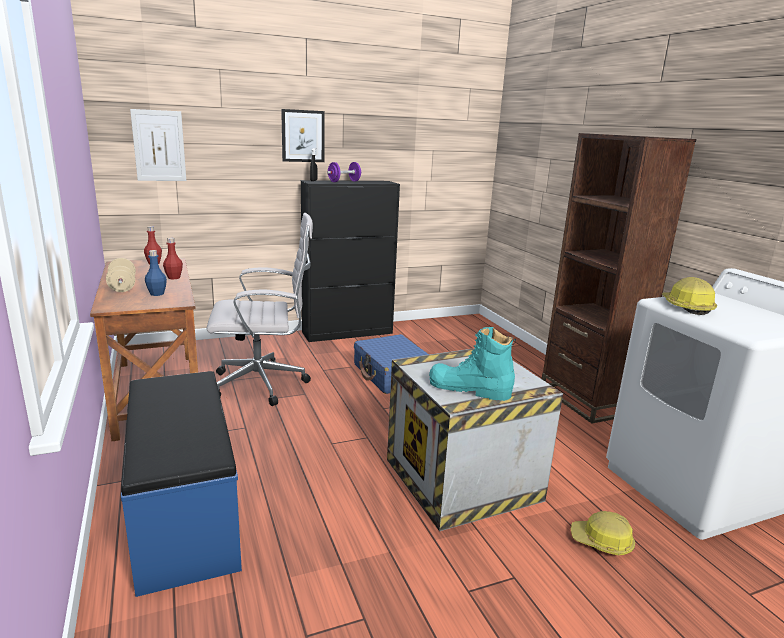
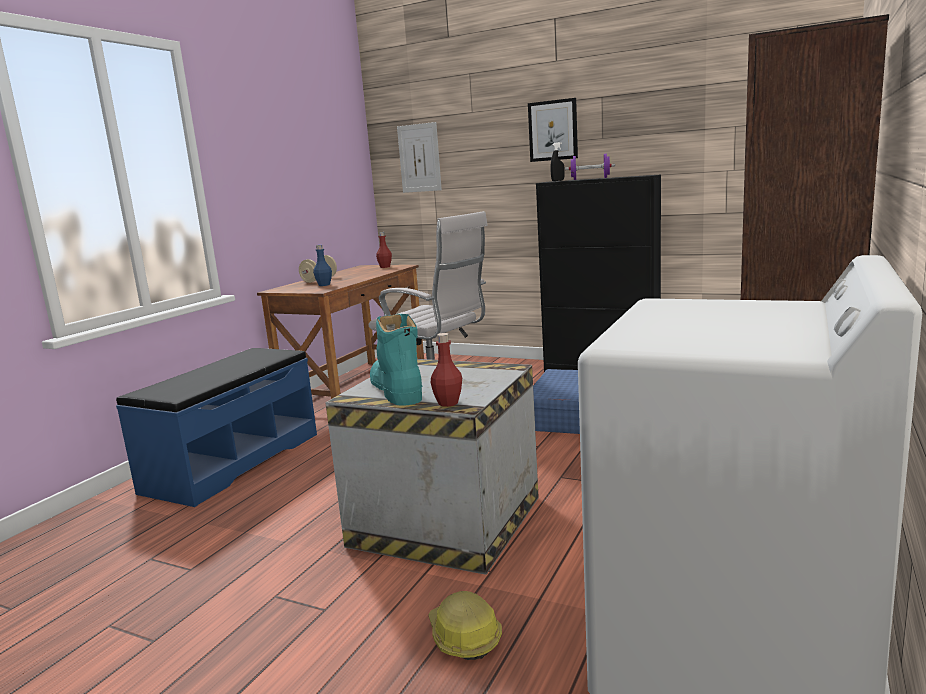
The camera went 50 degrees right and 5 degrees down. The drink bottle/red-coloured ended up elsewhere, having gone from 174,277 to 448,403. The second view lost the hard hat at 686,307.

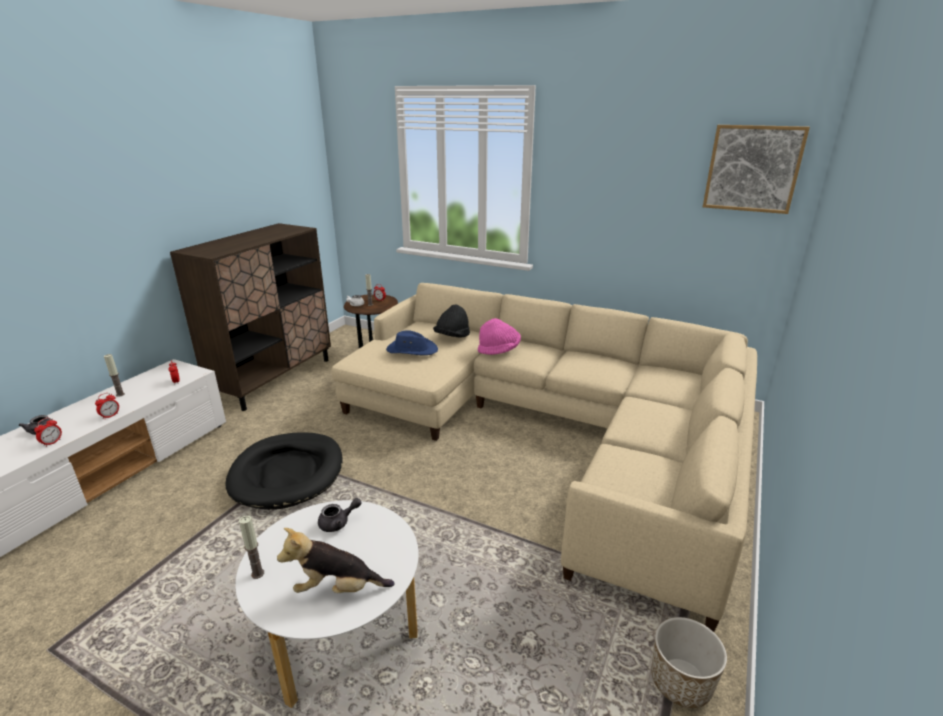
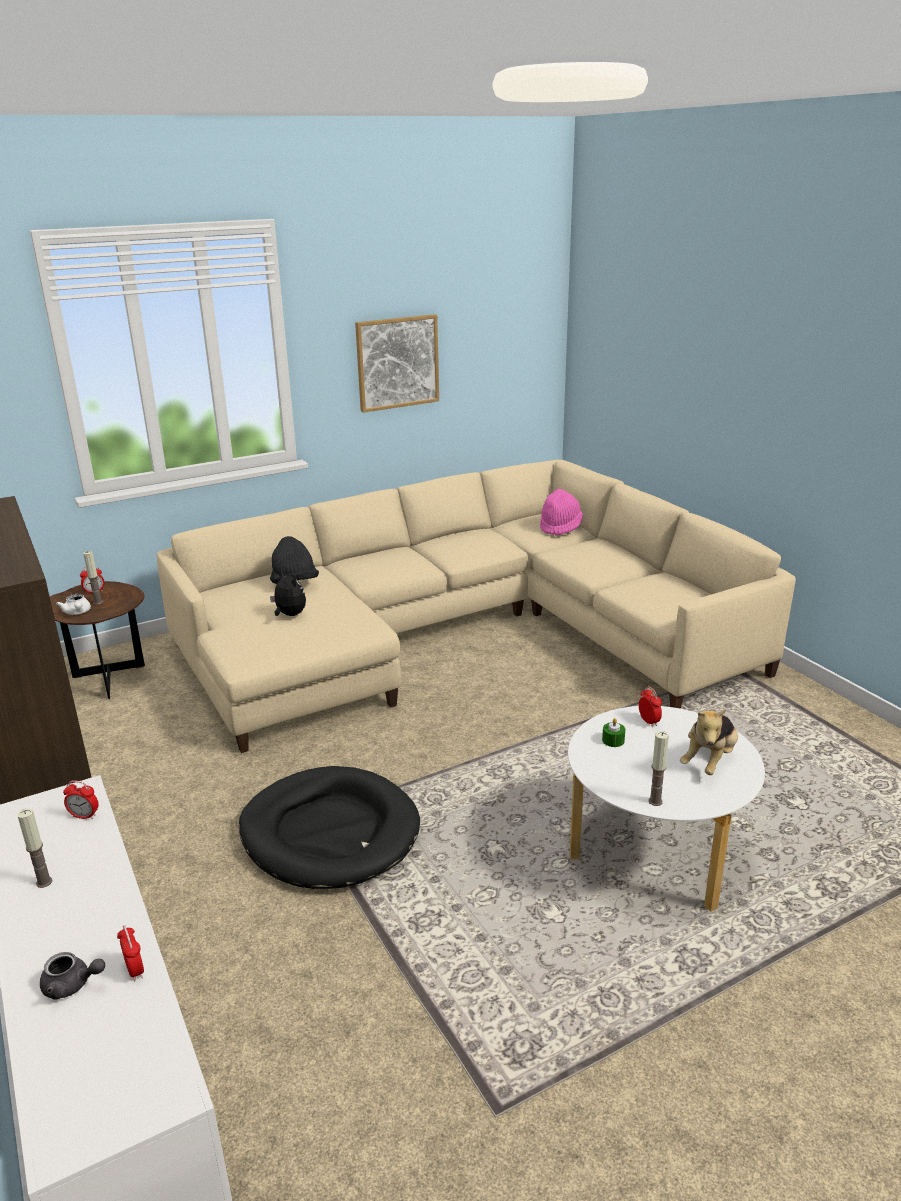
The camera went 55 degrees left and 0 degrees up. The wall art ended up elsewhere, having gone from 753,168 to 397,362. The wearable hat/pink ended up elsewhere, having gone from 499,350 to 560,527. Where the wearable hat/bluish stood at 411,350, the cuddly toy came to stand at 289,615. The alarm clock ended up elsewhere, having gone from 110,416 to 648,721. Where the teapot/greyish stood at 338,523, the wax candle/green-coloured came to stand at 613,740. The second view lost the plant pot at 680,682.

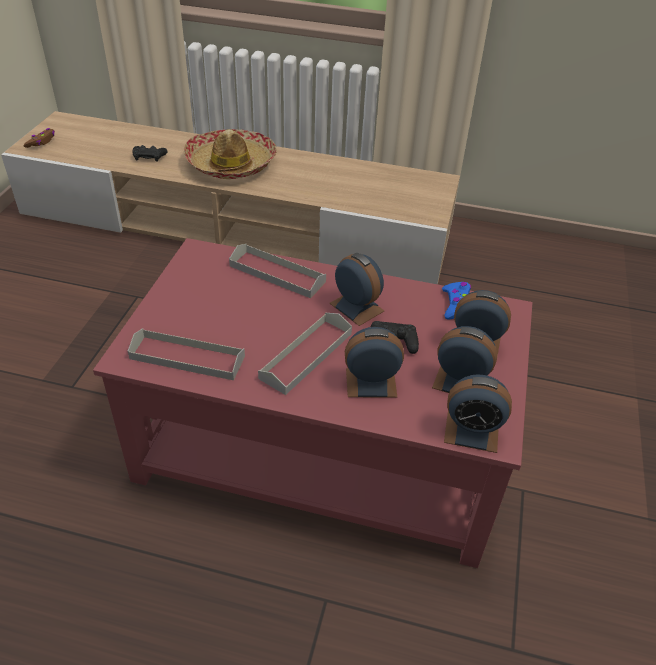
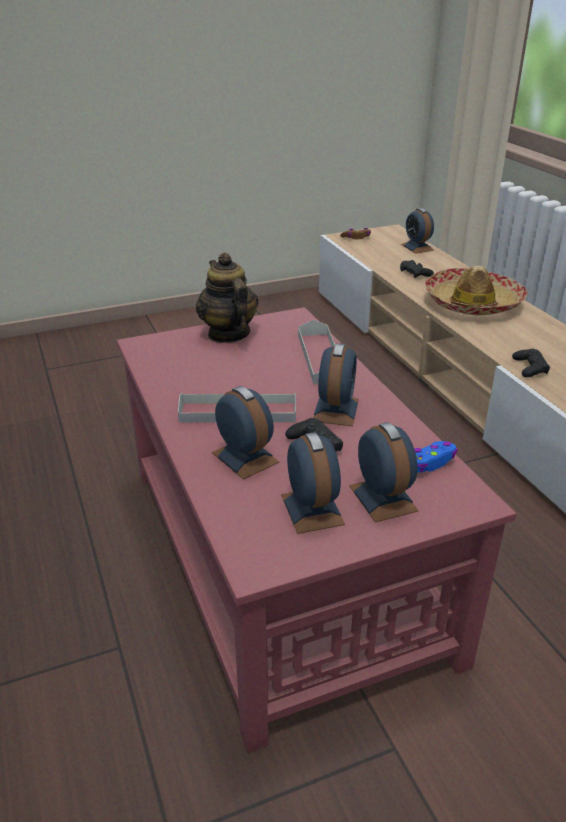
The camera went 55 degrees right and 10 degrees down. The second view lost the serving tray/greyish at 187,357. The alarm clock ended up elsewhere, having gone from 471,431 to 417,247. The second view gained the teapot at 228,334. The second view gained the gamepad/black at 530,368.

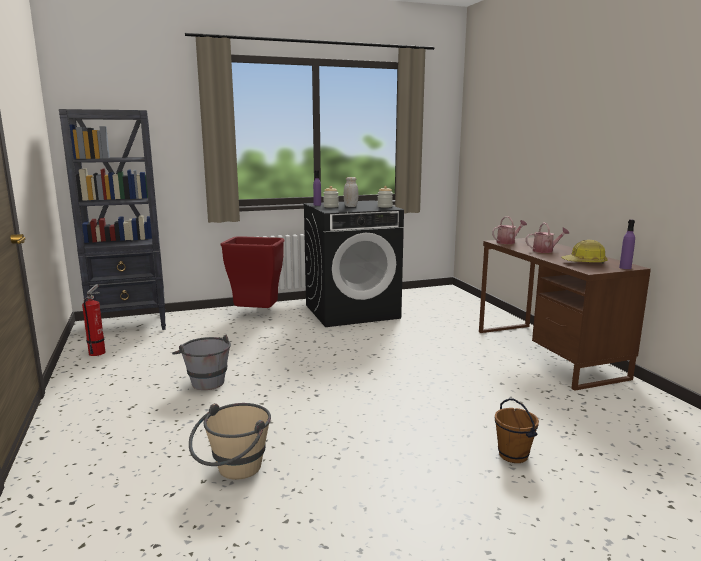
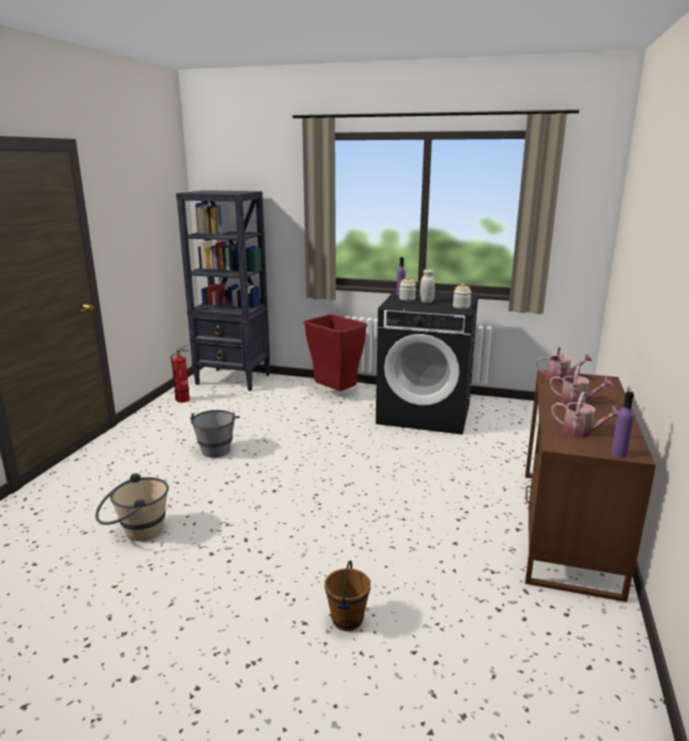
The camera went 35 degrees right and 5 degrees up. Where the hard hat stood at 584,263, the watering can came to stand at 582,432.

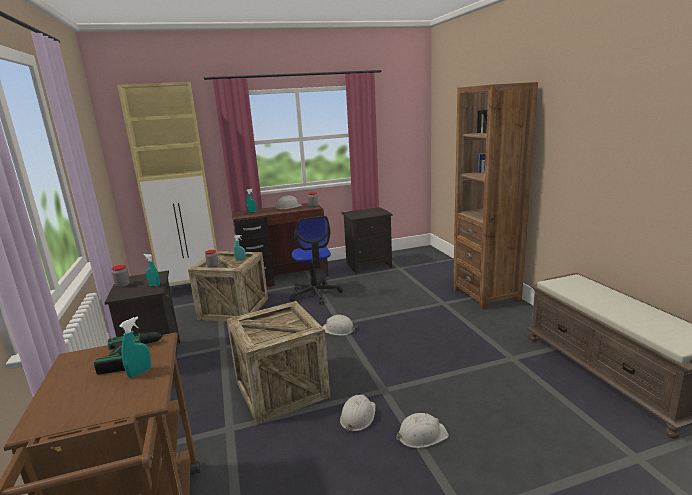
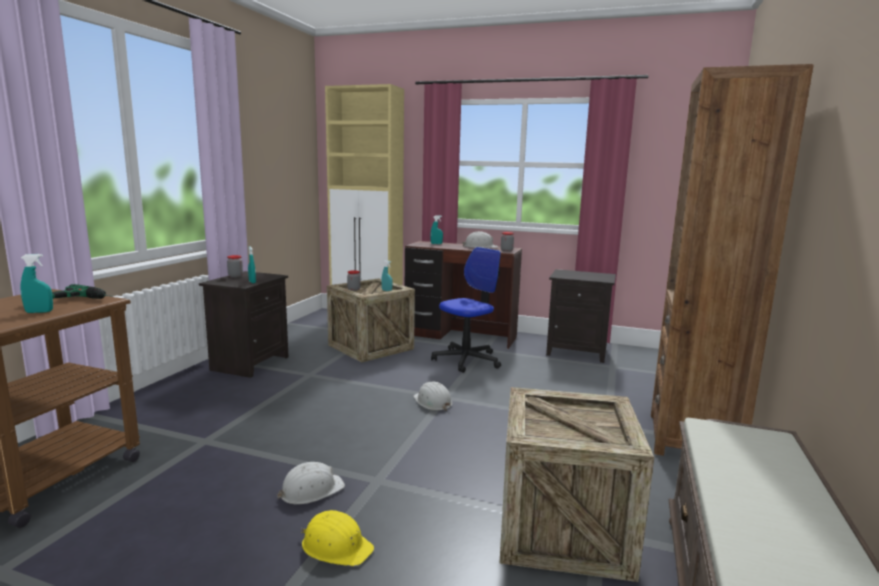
The camera went 35 degrees right and 5 degrees down. The computer chair at 315,294 ended up facing another way, 150 degrees counterclockwise from before. The packing crate ended up elsewhere, having gone from 281,389 to 563,528. What was the hard hat/white-coloured at 421,435 turned into the hard hat/yellowish at 336,546.

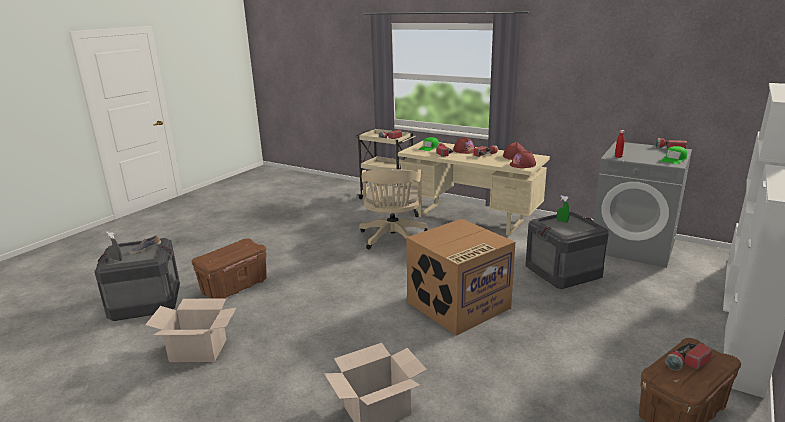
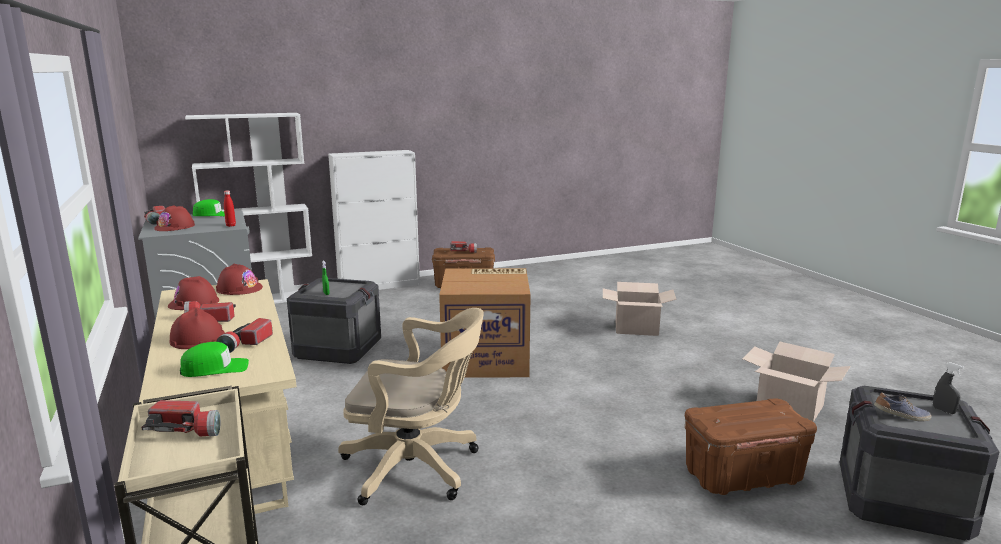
The camera went 145 degrees left and 5 degrees down. The computer chair/sand-coloured at 393,239 ended up facing another way, 60 degrees clockwise from before. The second view gained the hard hat/red-coloured at 175,227.

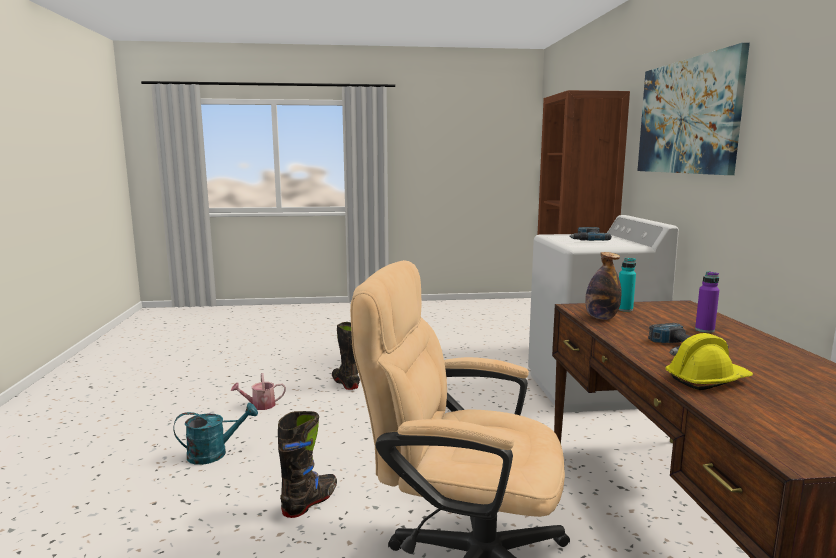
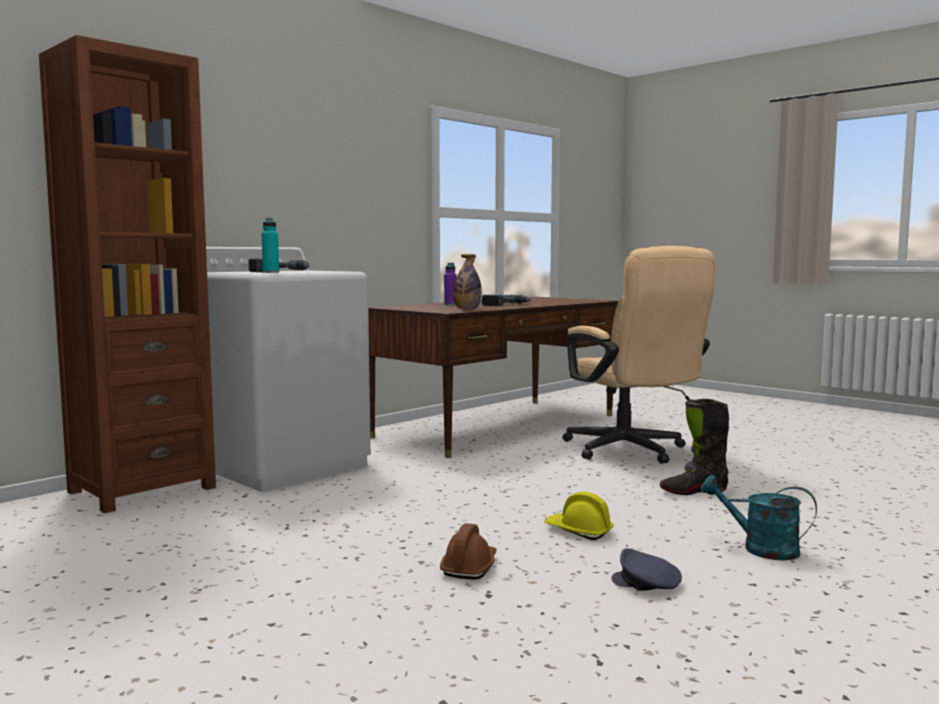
The camera went 130 degrees left and 5 degrees down. The second view lost the wall art at 687,117. The drink bottle/blue-green ended up elsewhere, having gone from 624,309 to 271,272. Where the boot/black stood at 345,383, the hard hat/brown-coloured came to stand at 469,567. The hard hat/yellowish ended up elsewhere, having gone from 707,380 to 578,531. Where the watering can stood at 260,405, the peaked cap/greyish came to stand at 646,584.

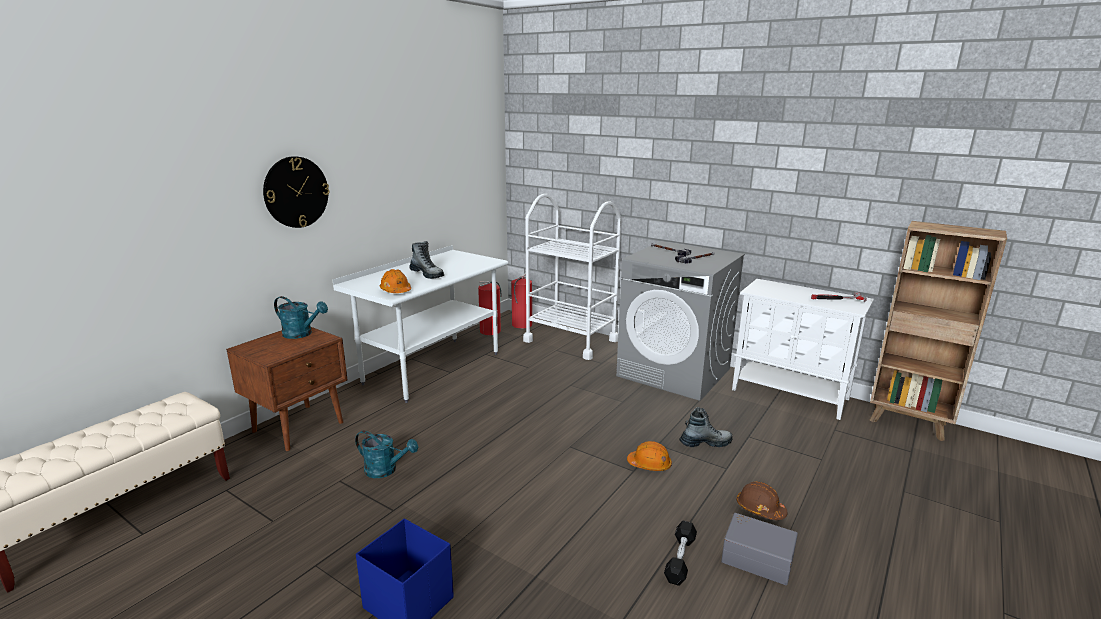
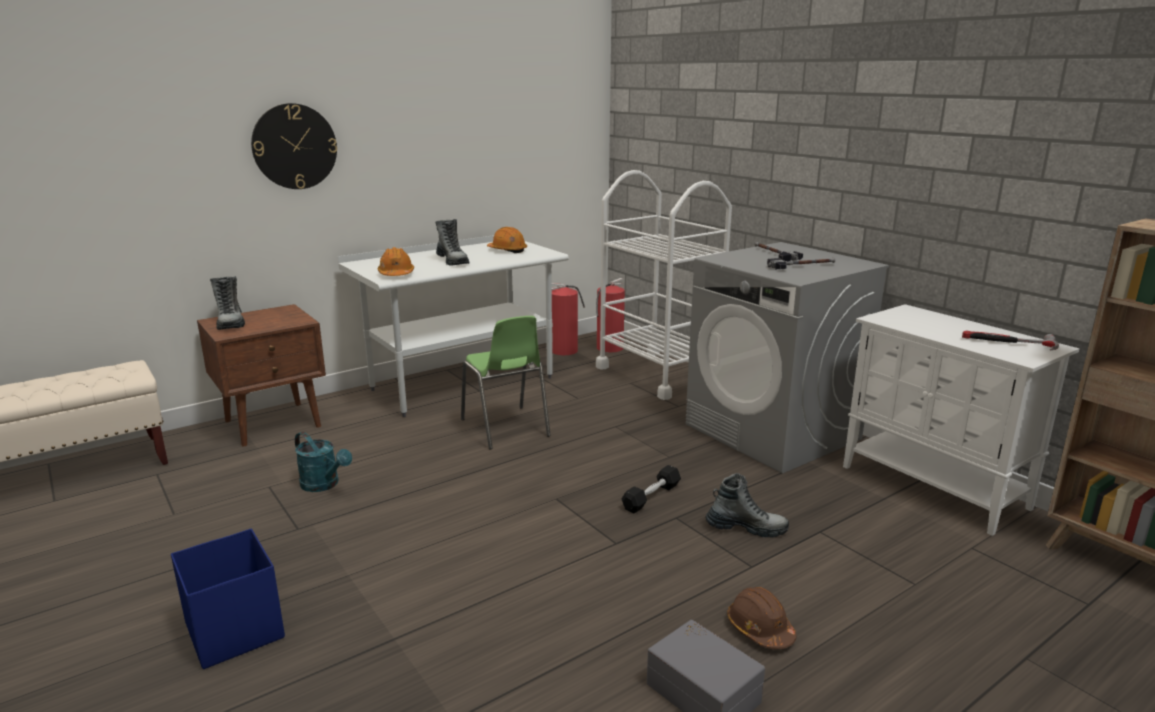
The camera went 20 degrees right and 0 degrees up. The second view lost the watering can/blue-green at 302,334. The hard hat/orange ended up elsewhere, having gone from 649,464 to 507,250. The free weight/black ended up elsewhere, having gone from 680,559 to 651,497. The second view gained the boot at 230,323. The second view gained the plain chair/green-coloured at 505,428.

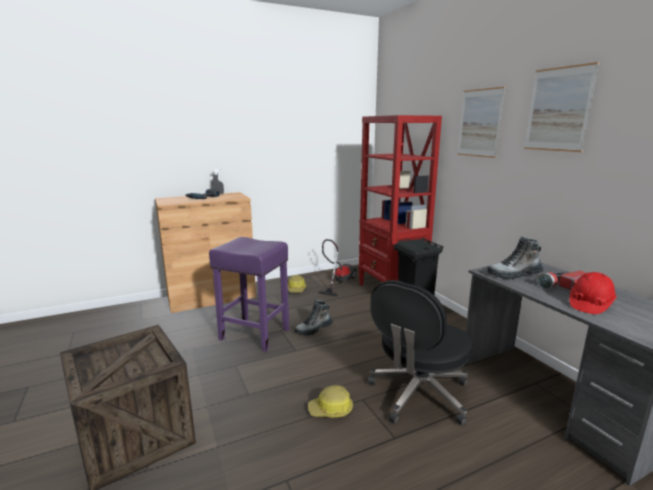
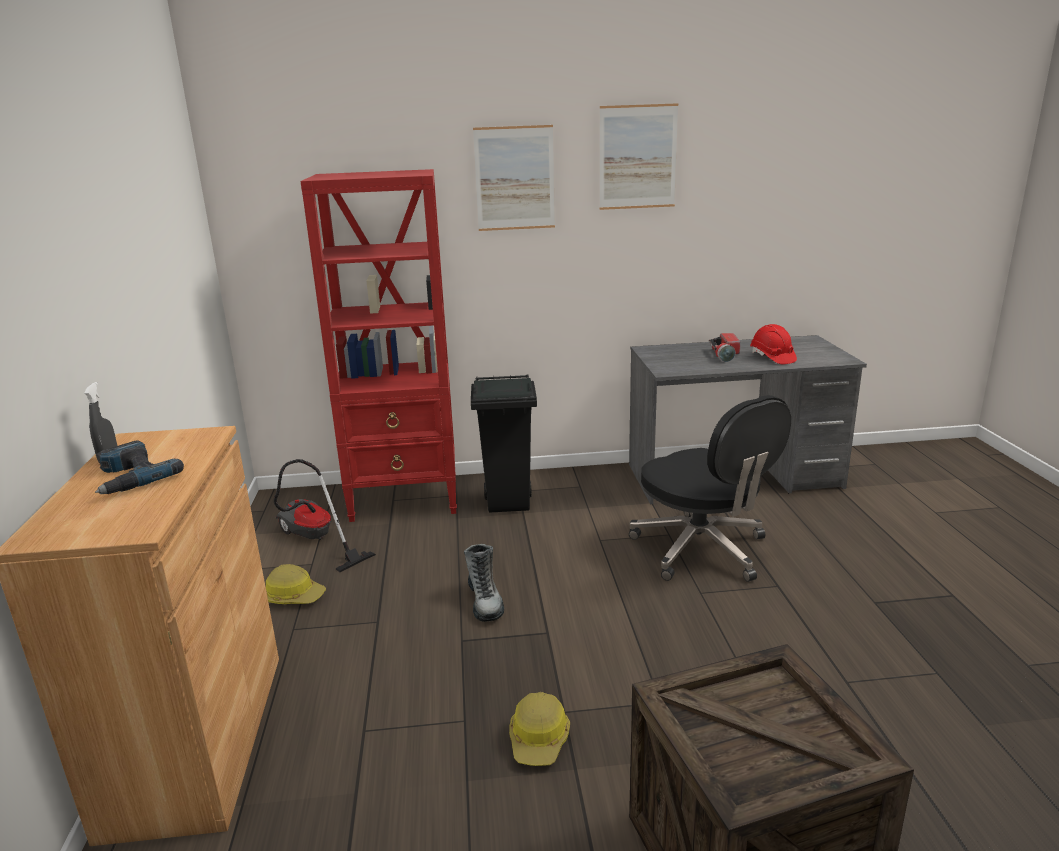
The camera went 70 degrees left and 5 degrees up. The second view lost the boot at 514,274. The second view lost the stool/purple at 253,334. The hard hat ended up elsewhere, having gone from 331,410 to 539,739.

